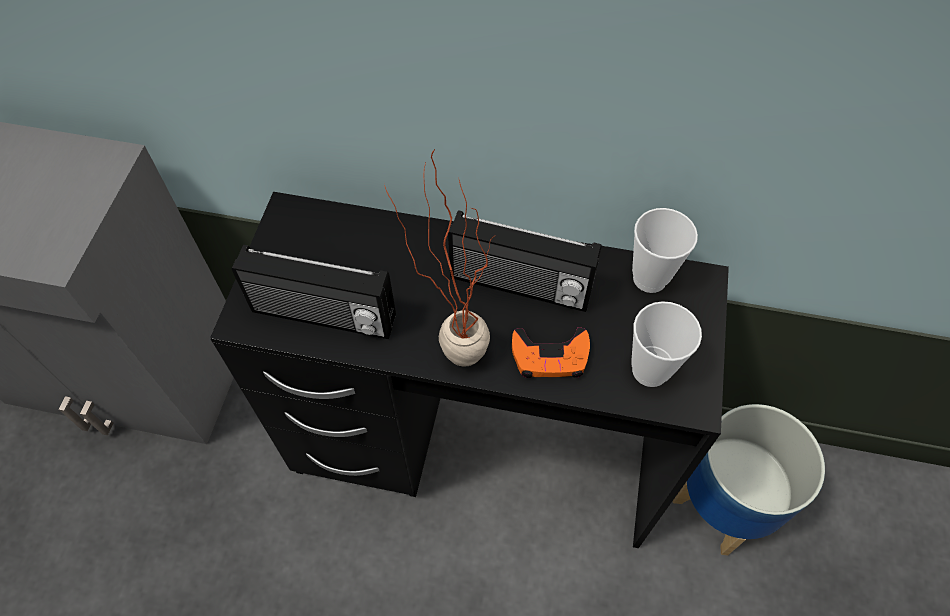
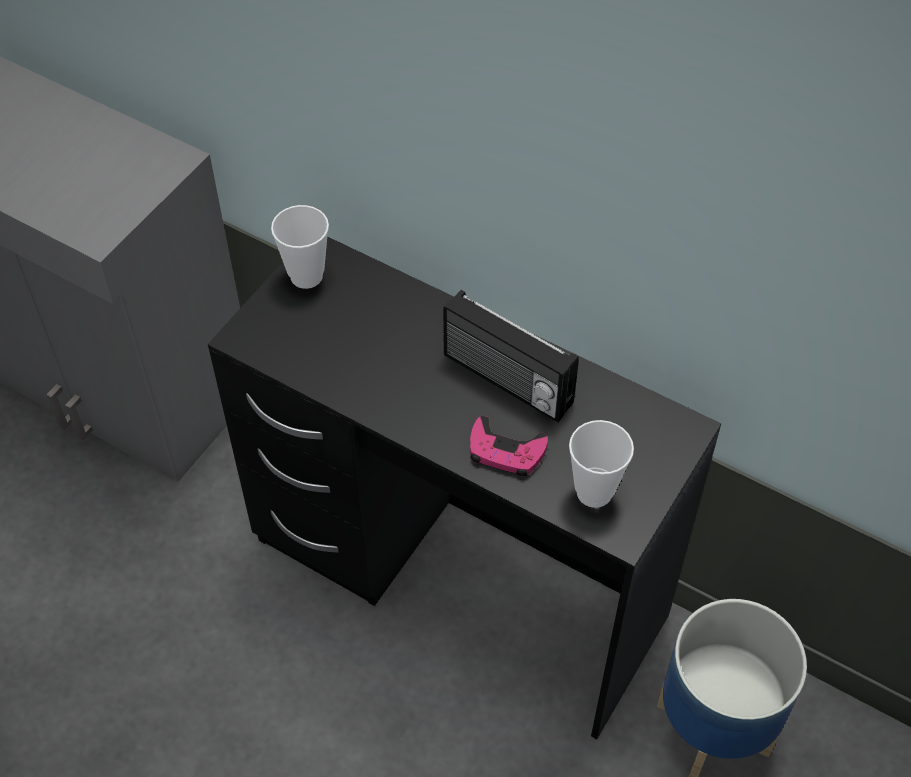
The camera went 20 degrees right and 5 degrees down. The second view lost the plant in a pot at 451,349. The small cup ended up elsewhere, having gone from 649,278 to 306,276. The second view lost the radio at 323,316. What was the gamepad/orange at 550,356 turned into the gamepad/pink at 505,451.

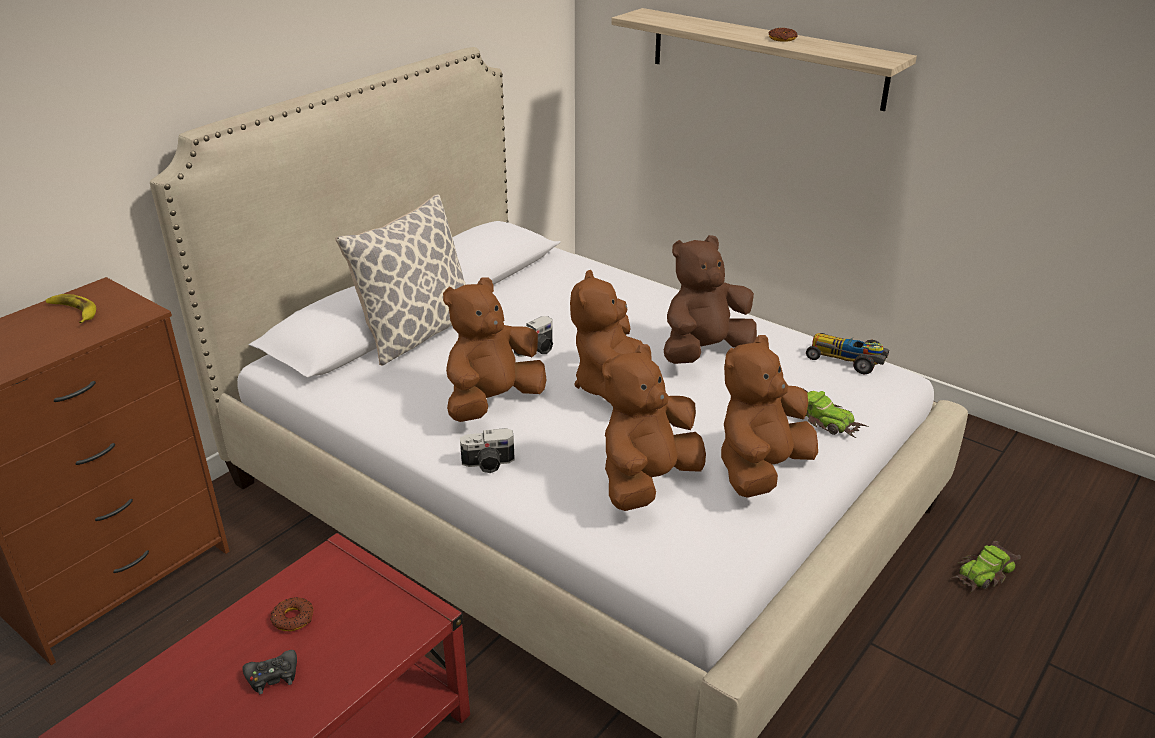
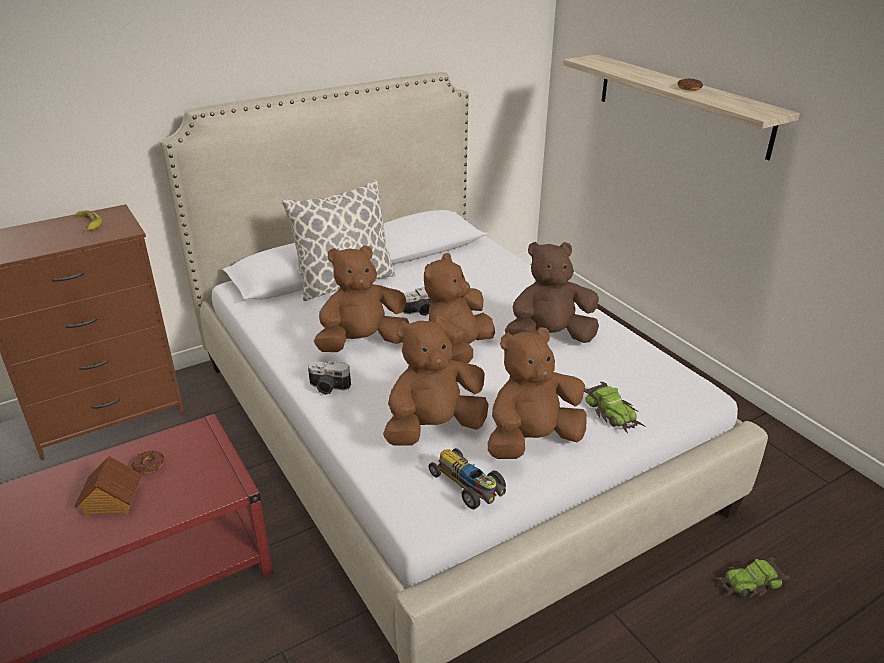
The camera went 20 degrees right and 0 degrees up. The model car ended up elsewhere, having gone from 847,360 to 468,486. Where the gamepad/black stood at 273,676, the miniature house came to stand at 111,501.

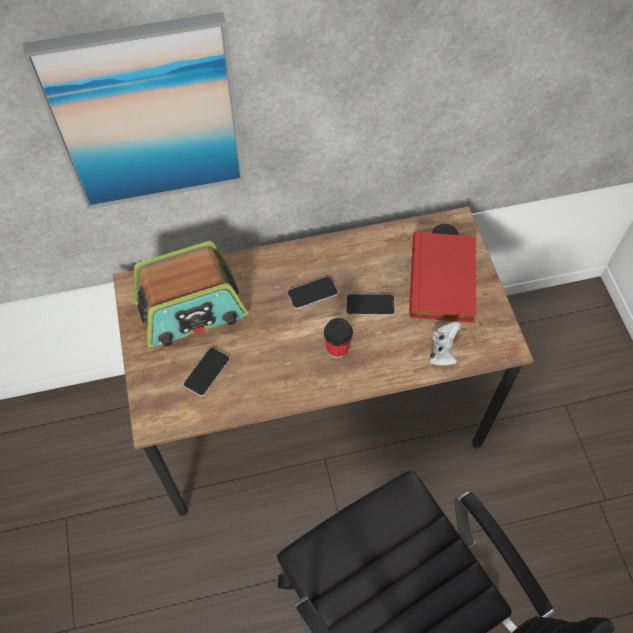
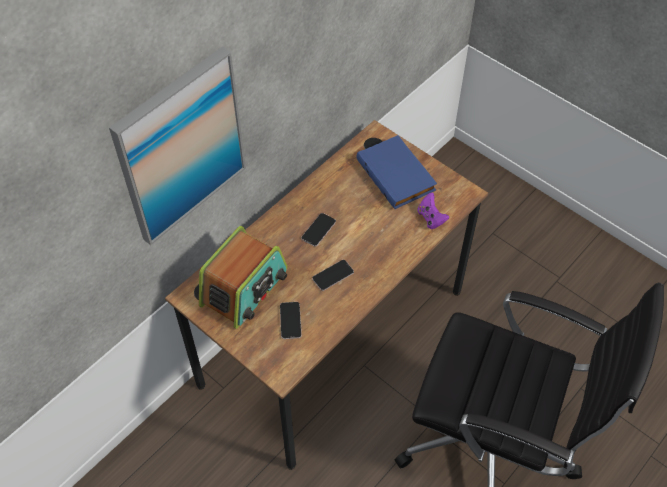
The camera went 35 degrees left and 5 degrees down. What was the volume/red-coloured at 444,281 turned into the volume/bluish at 397,175. The telephone ended up elsewhere, having gone from 370,305 to 333,275. The second view lost the small cup at 337,348. What was the gamepad/white-coloured at 442,351 turned into the gamepad/purple at 431,218.

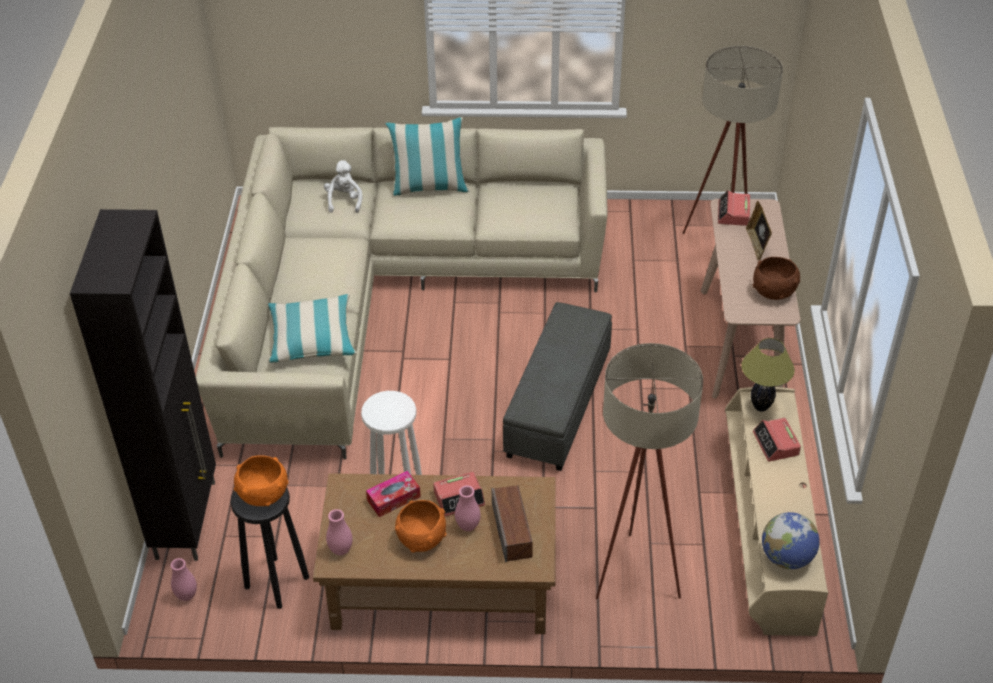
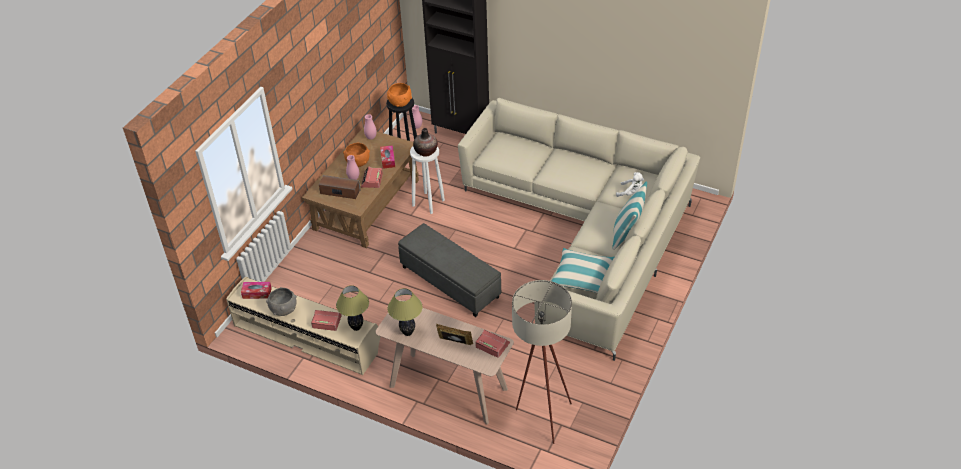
The camera went 115 degrees right and 0 degrees up. Where the deep dish/brown-coloured stood at 773,292, the tabletop lamp came to stand at 408,332. The throw pillow ended up elsewhere, having gone from 312,338 to 582,277. The second view lost the standing lamp/sand-coloured at 635,567. Where the desk globe stood at 786,557, the tissue box came to stand at 257,293. The second view gained the decorative vase at 426,151. The second view gained the deep dish/greyish at 283,309.

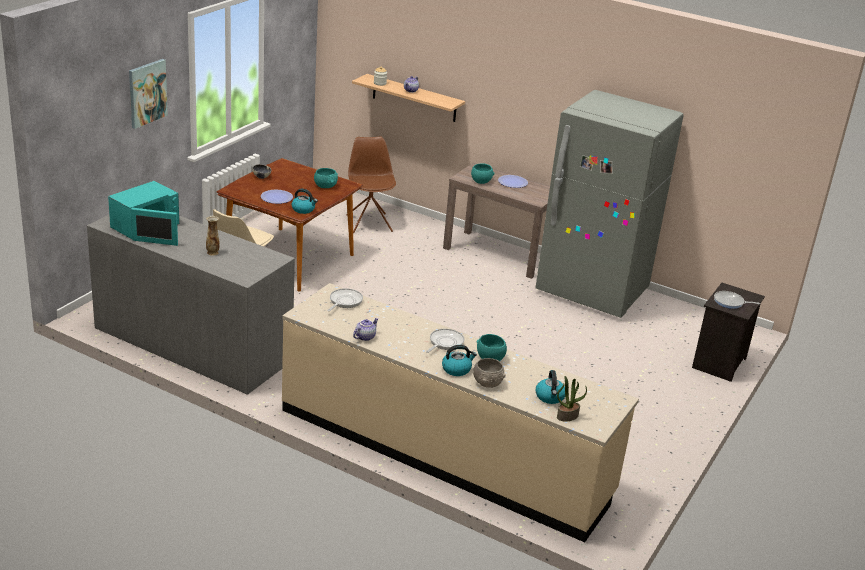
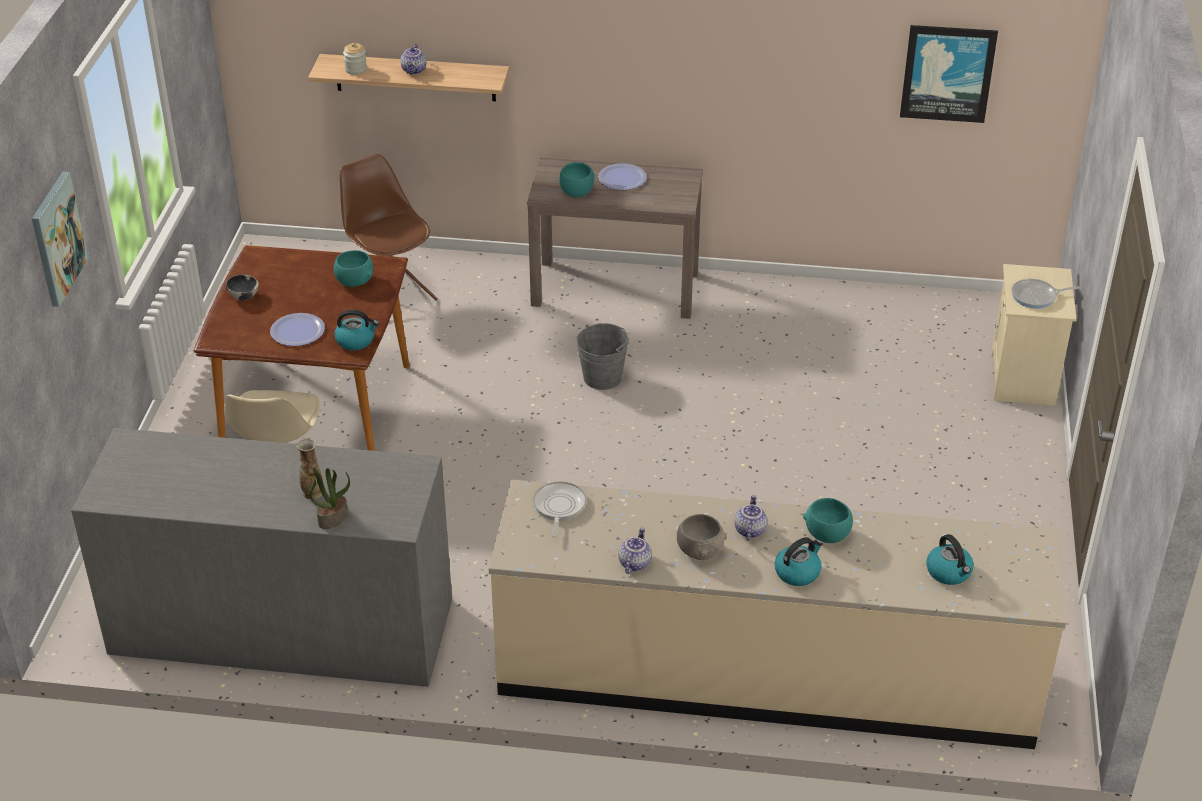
The camera went 20 degrees left and 10 degrees up. The second view lost the refrigerator/greyish at 592,292. The second view lost the microwave oven/blue-green at 145,227. What was the bedside table/black at 720,364 turned into the bedside table/sand-coloured at 1024,380. Where the skillet stood at 445,343, the teapot came to stand at 749,530. The deep dish/greyish ended up elsewhere, having gone from 487,383 to 700,550. The plant in a pot ended up elsewhere, having gone from 567,416 to 333,518. The second view gained the wall art at 947,73. The second view gained the pail/greyish at 602,377.

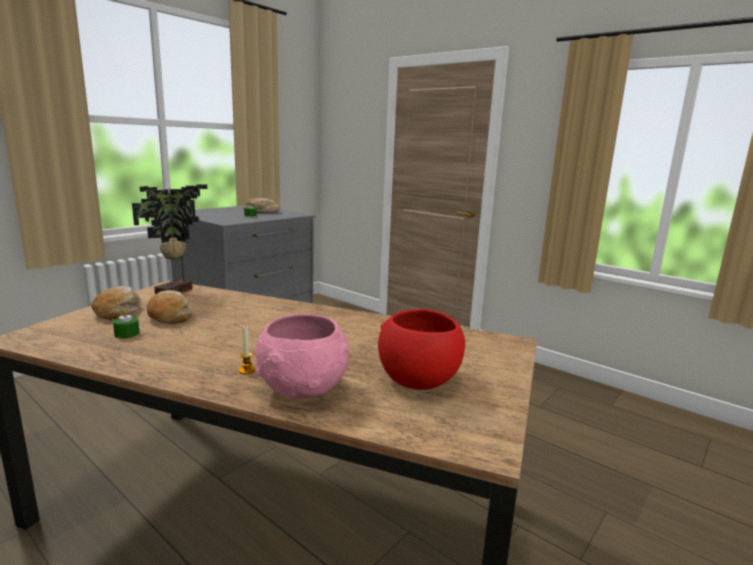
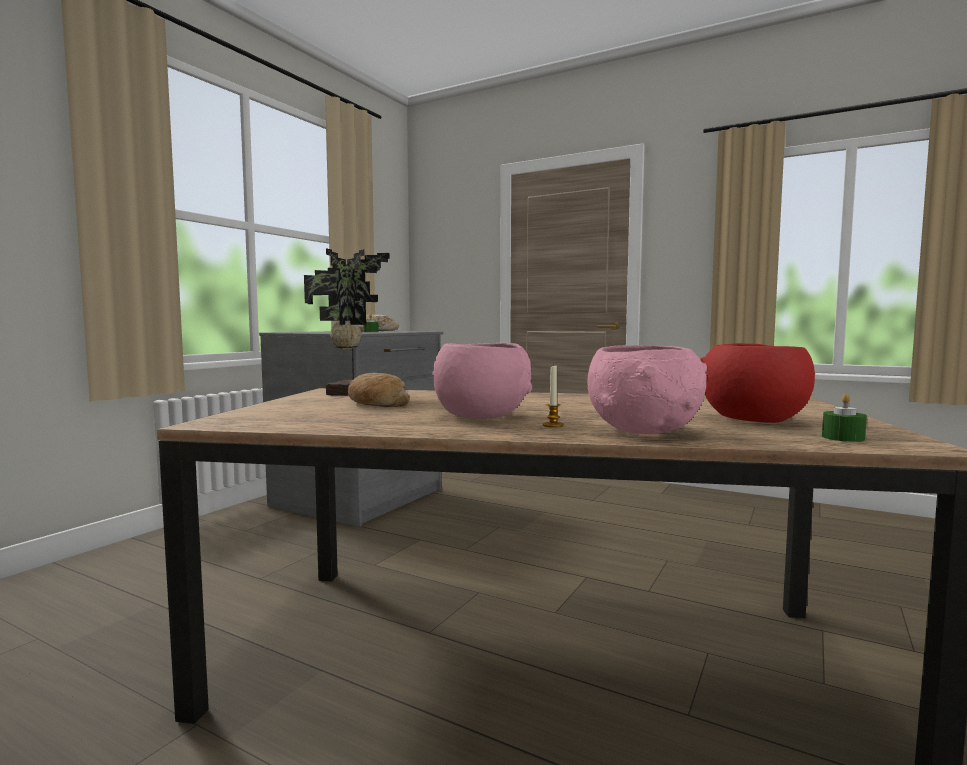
The camera went 10 degrees left and 10 degrees down. The second view lost the baked bread at 119,311. The wax candle/green-coloured ended up elsewhere, having gone from 127,334 to 843,438. The second view gained the deep dish/pink at 481,415.

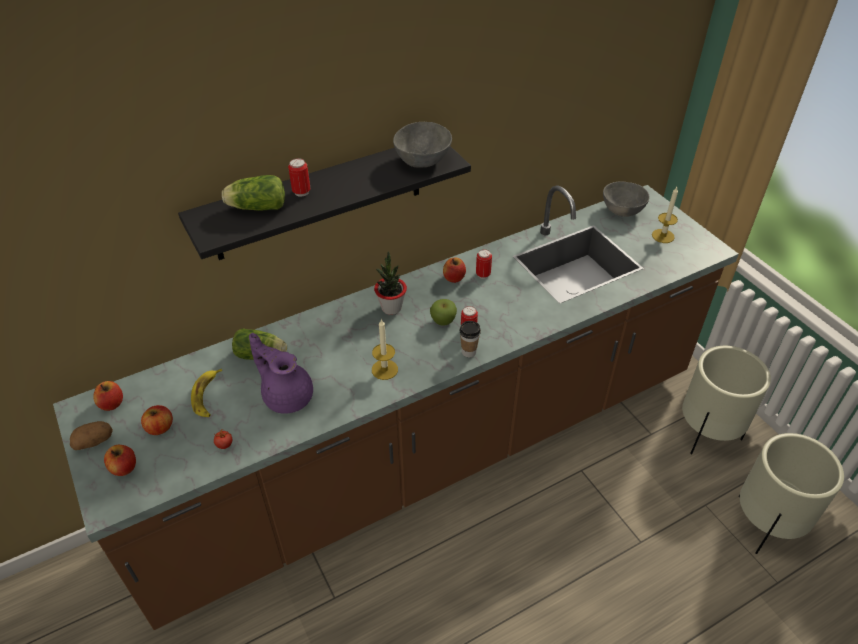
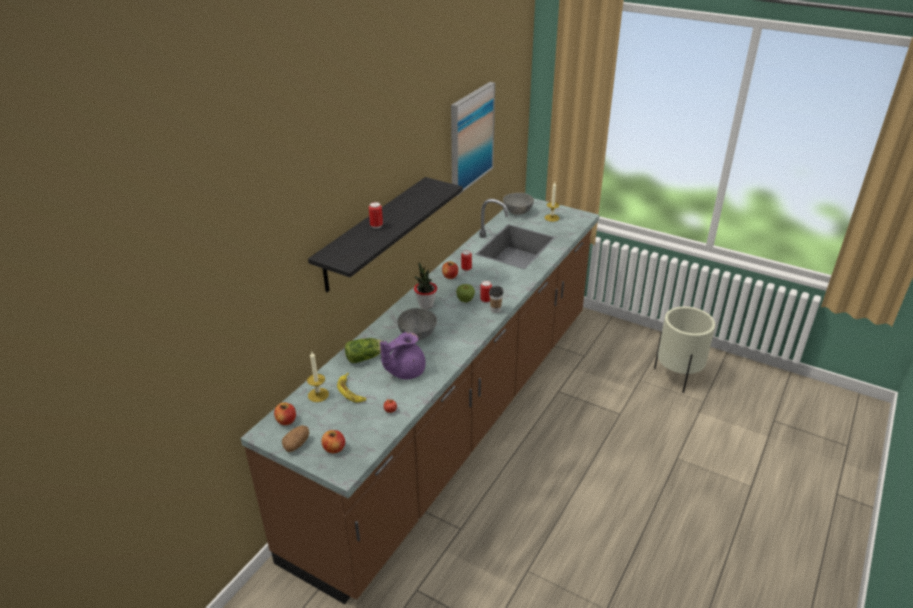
The camera went 30 degrees left and 10 degrees down. The deep dish/greyish ended up elsewhere, having gone from 423,160 to 418,334. The second view lost the head of lettuce at 255,207. The wax candle ended up elsewhere, having gone from 384,369 to 318,395. The teapot/purple at 287,395 ended up facing another way, 45 degrees counterclockwise from before. The second view lost the plant pot/sand-coloured at 707,434. The second view lost the whole apple at 160,427. The second view gained the wall art at 470,138.

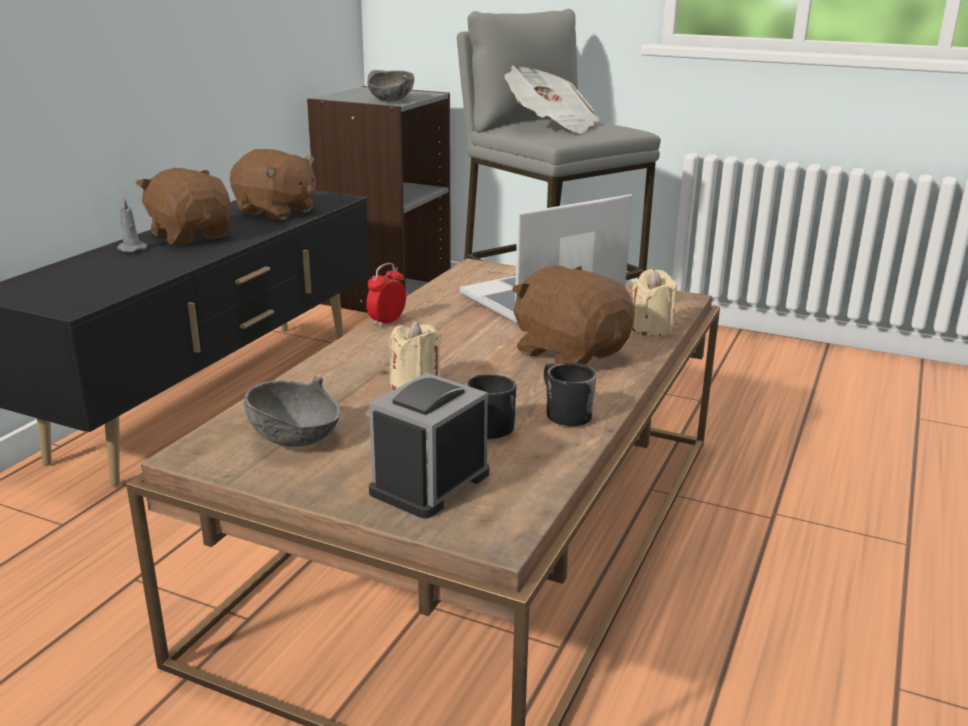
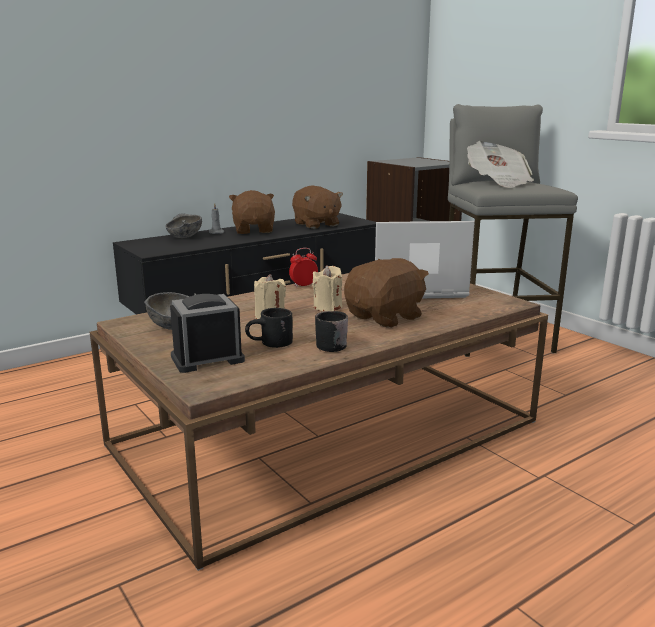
The camera went 30 degrees right and 5 degrees down. The deep dish/greyish ended up elsewhere, having gone from 391,100 to 184,237. The cuddly toy/brown-coloured at 570,353 ended up facing another way, 60 degrees clockwise from before. The wax candle/sand-coloured ended up elsewhere, having gone from 651,328 to 327,307.

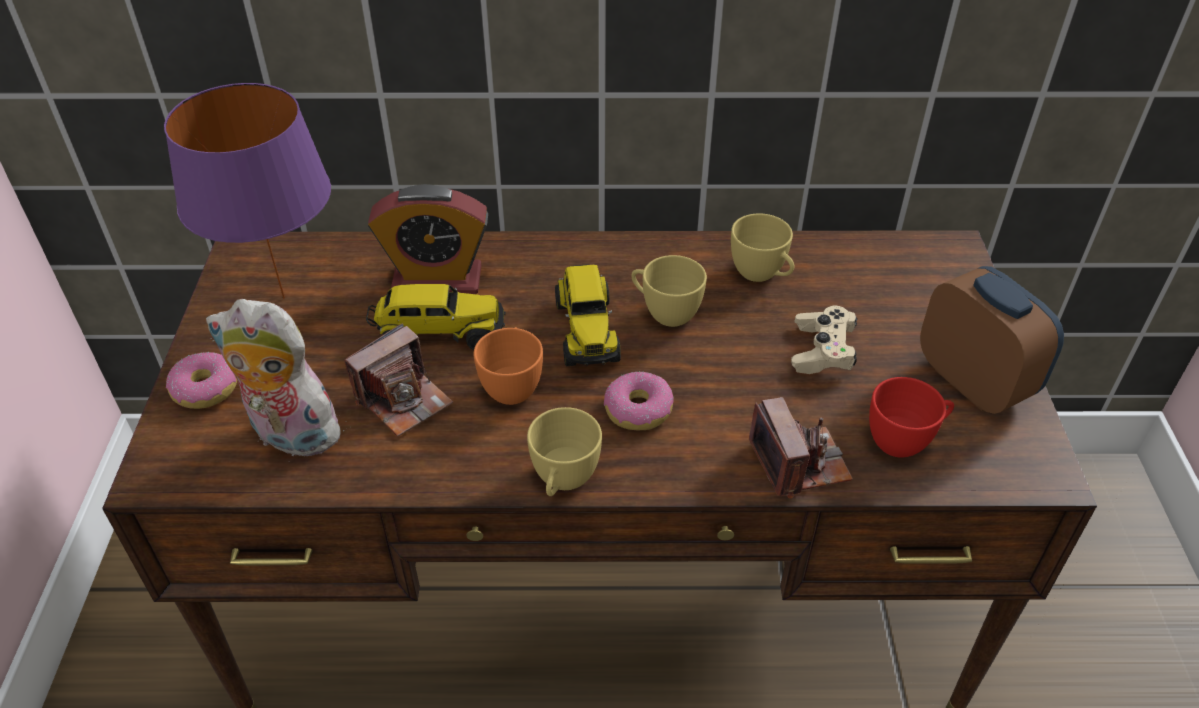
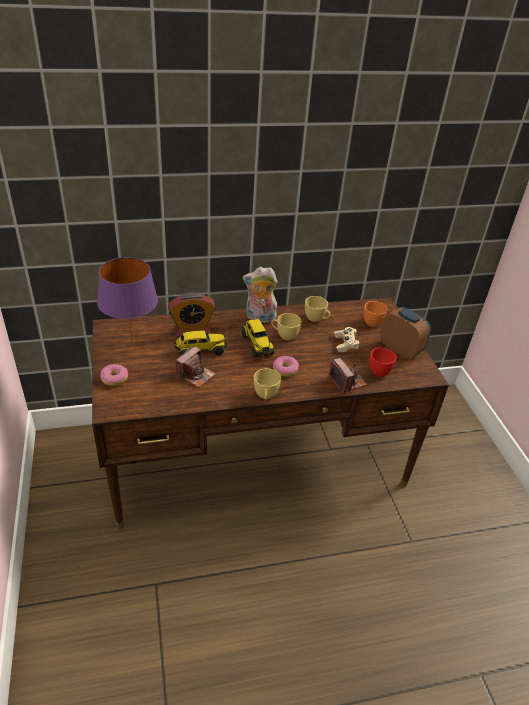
The camera went 15 degrees left and 5 degrees down. The cuddly toy ended up elsewhere, having gone from 290,436 to 259,318. The small cup/orange ended up elsewhere, having gone from 512,385 to 371,321.

